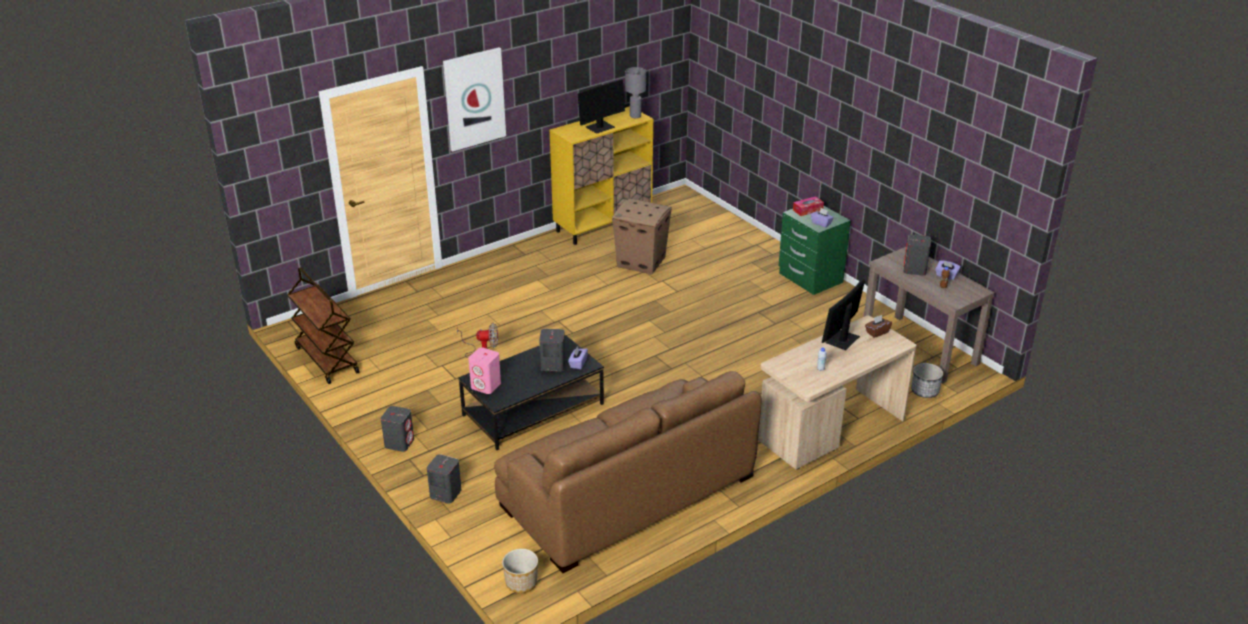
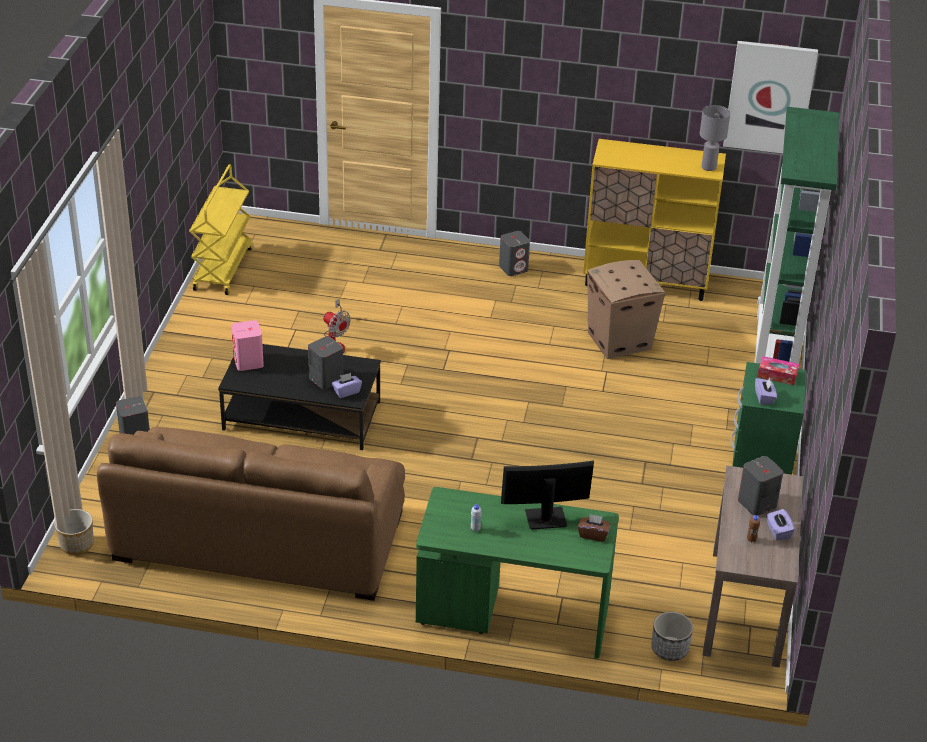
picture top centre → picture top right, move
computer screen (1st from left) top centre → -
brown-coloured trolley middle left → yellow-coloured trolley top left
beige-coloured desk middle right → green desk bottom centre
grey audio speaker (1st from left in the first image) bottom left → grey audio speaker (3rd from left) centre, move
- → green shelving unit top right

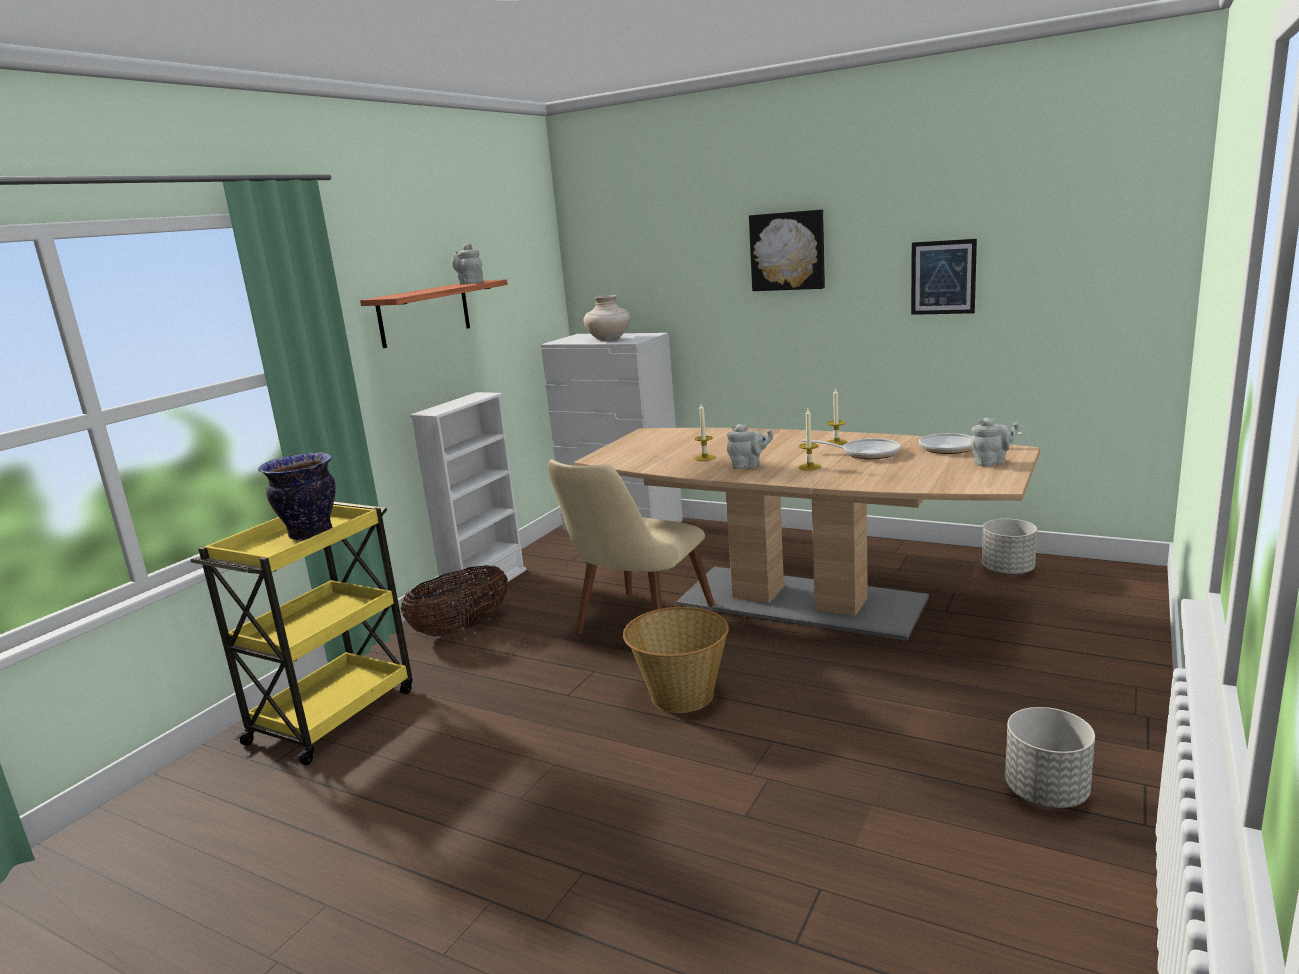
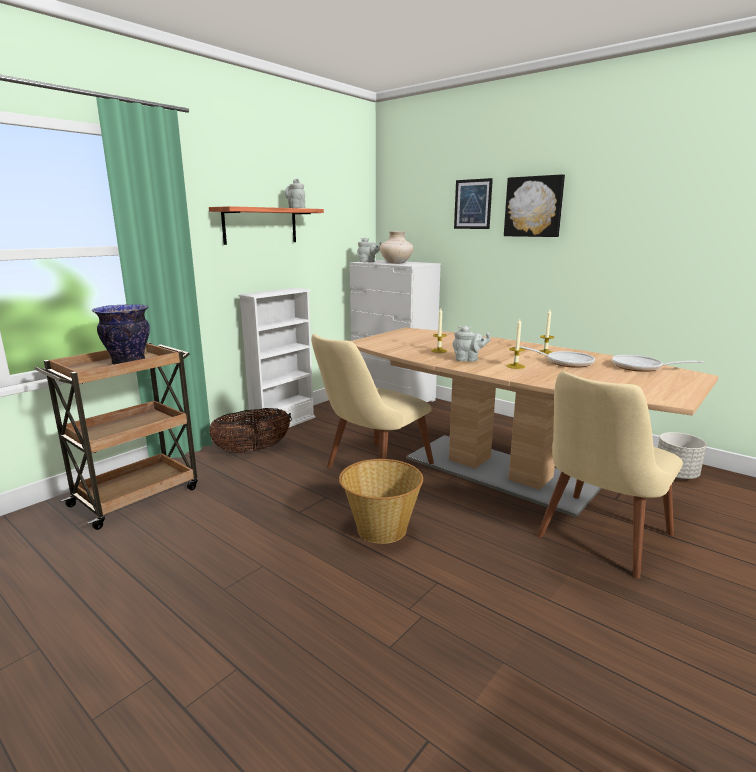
picture (2nd from left in the first image) top right → picture (1st from left) top centre, move
grey pot for tea (3rd from left in the first image) middle right → grey pot for tea (2nd from left) top centre, move
yellow-coloured trolley middle left → brown-coloured trolley middle left
grey planter (2nd from left) bottom right → -
- → beige-coloured chair (2nd from left) middle right

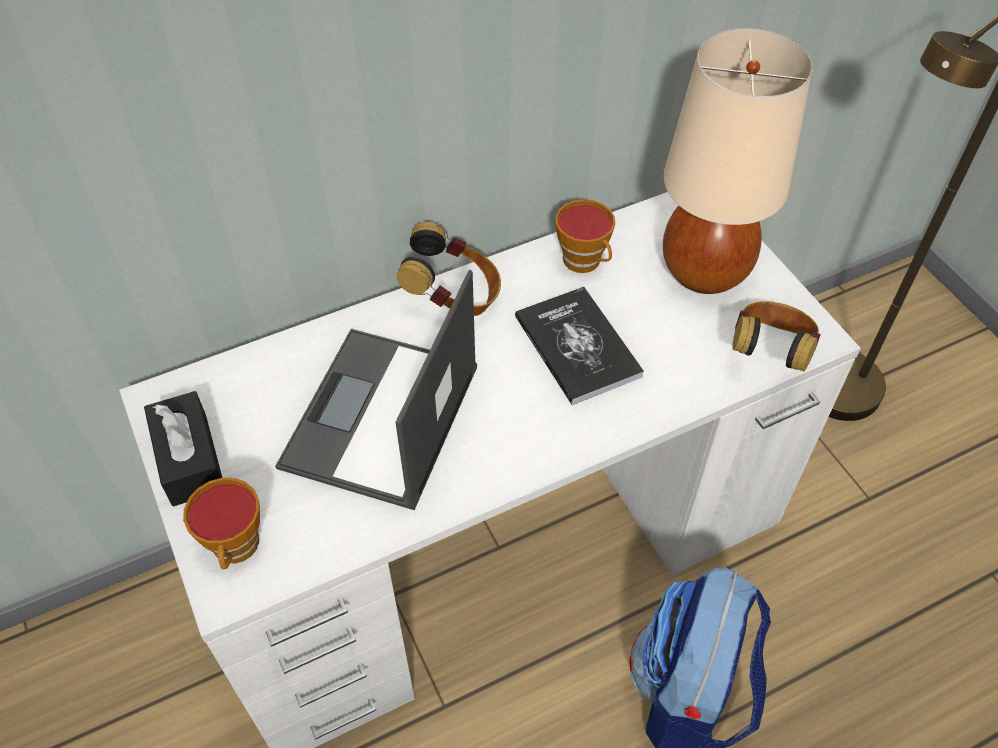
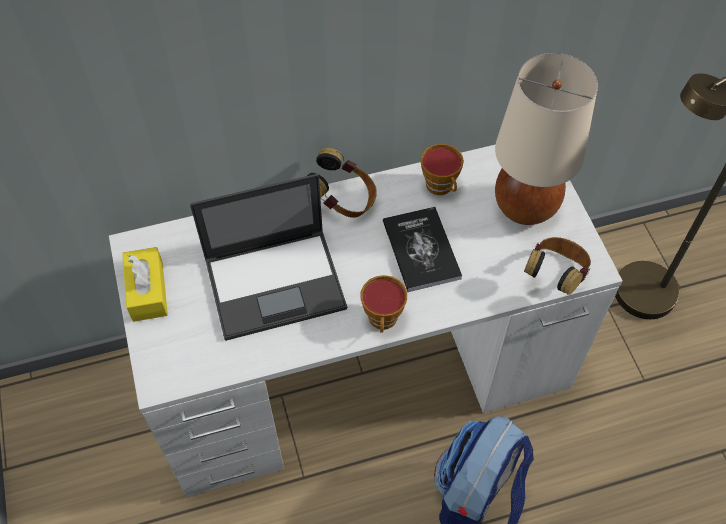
portable computer centre, 135 degrees counterclockwise
black-coloured tissue holder middle left → yellow-coloured tissue holder middle left
small cup (1st from left) bottom left → small cup (1st from left) centre, move

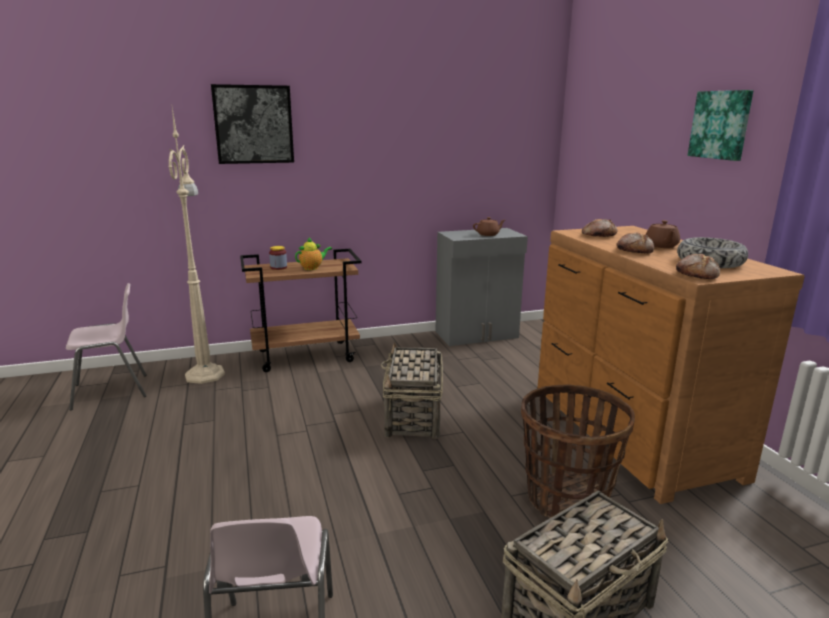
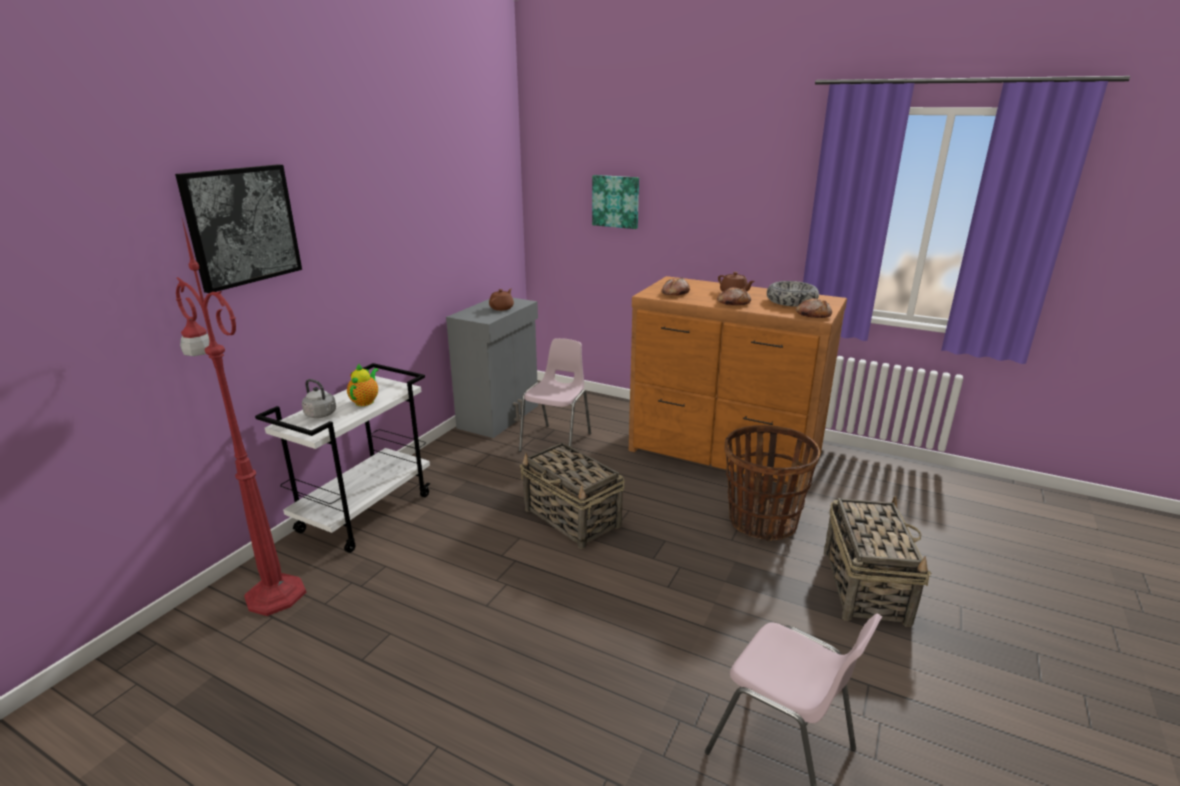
picture (2nd from left) top right → picture (2nd from left) top centre, move
beige-coloured standing lamp middle left → red standing lamp middle left
storage jar centre → grey kettle middle left
brown-coloured trolley centre → whitish trolley middle left
pinkish chair (1st from left) middle left → pinkish chair (1st from left) centre, move

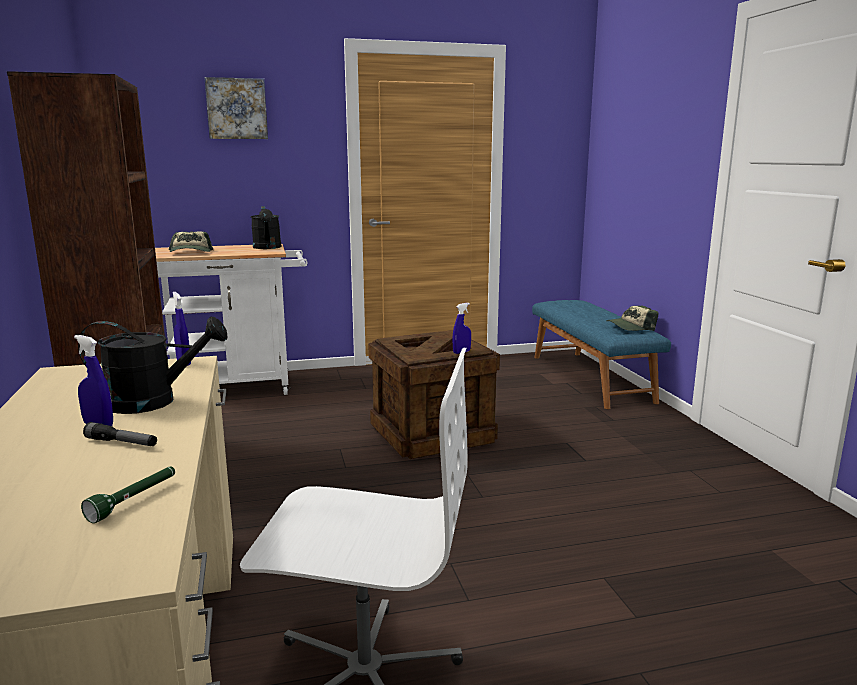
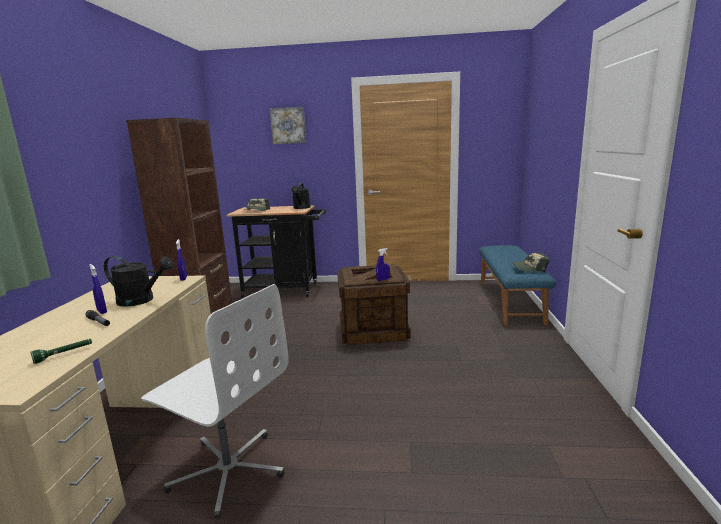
whitish trolley middle left → black-coloured trolley centre

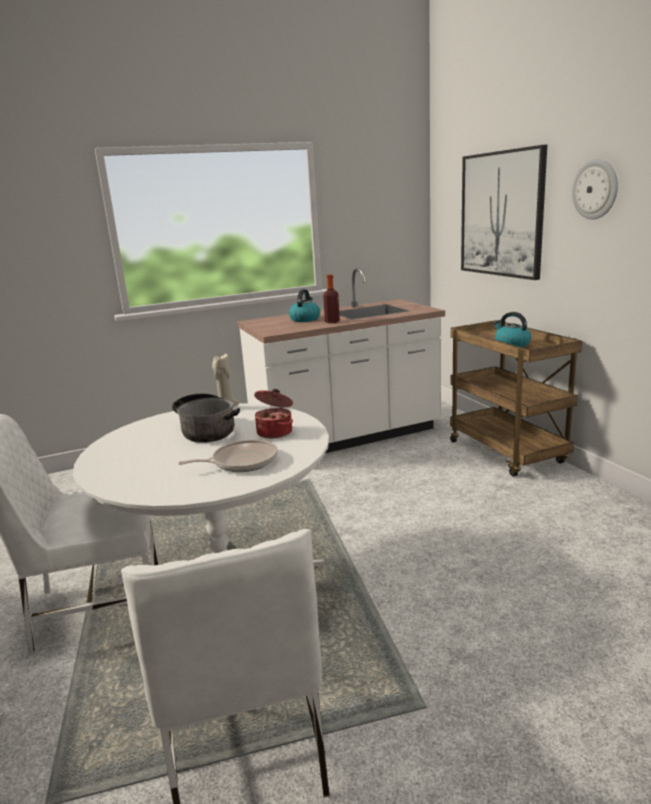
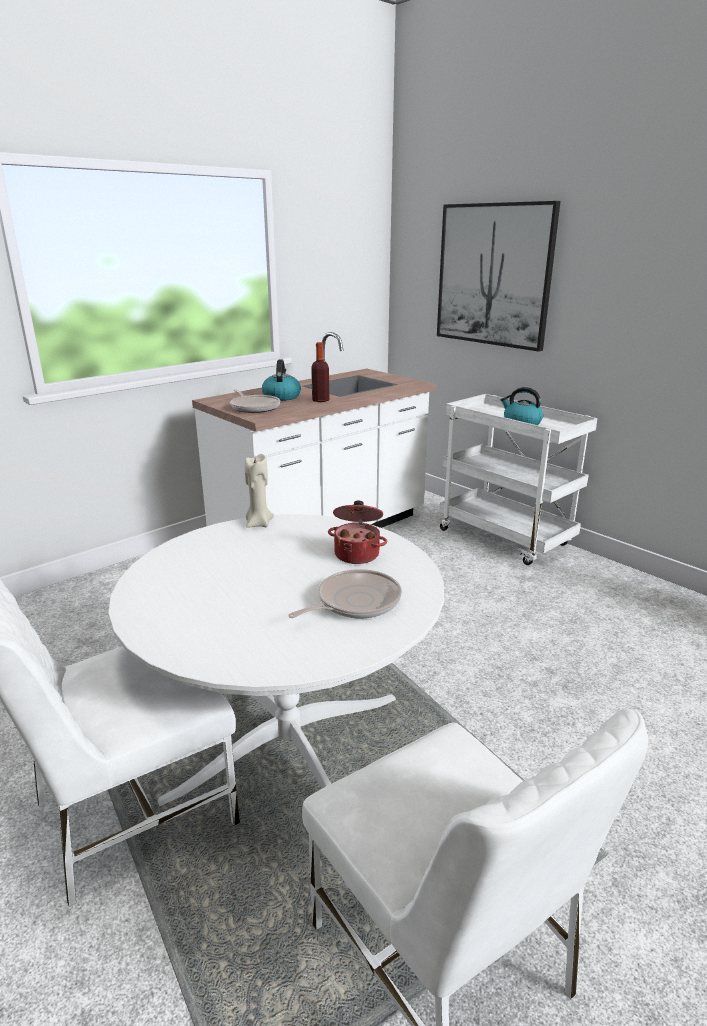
clock on the wall top right → -
brown-coloured trolley middle right → whitish trolley middle right
saucepot (1st from left) middle left → -
- → pan (1st from left) centre

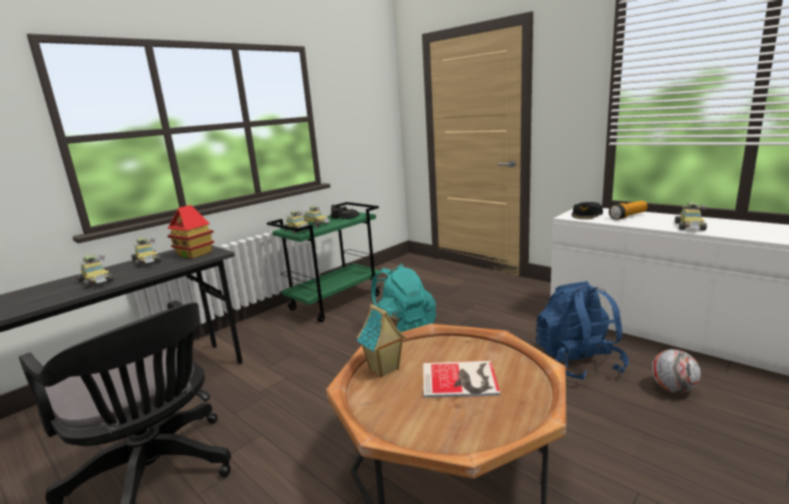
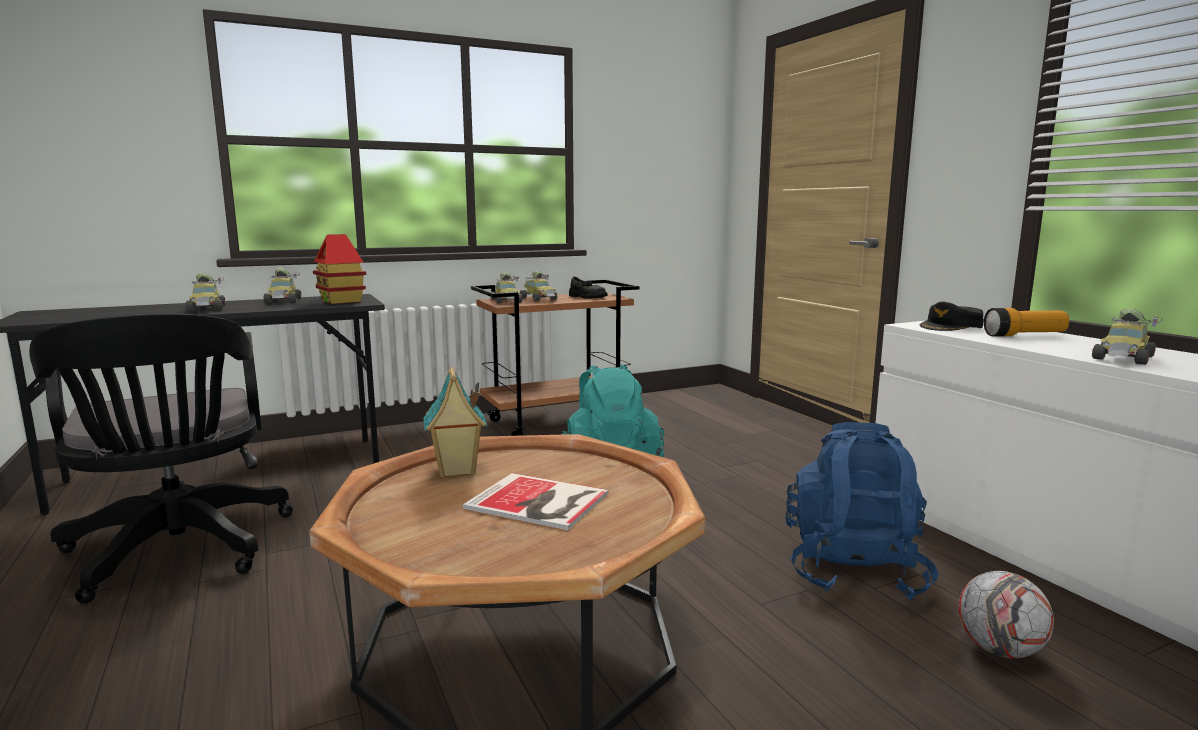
green trolley centre → brown-coloured trolley centre

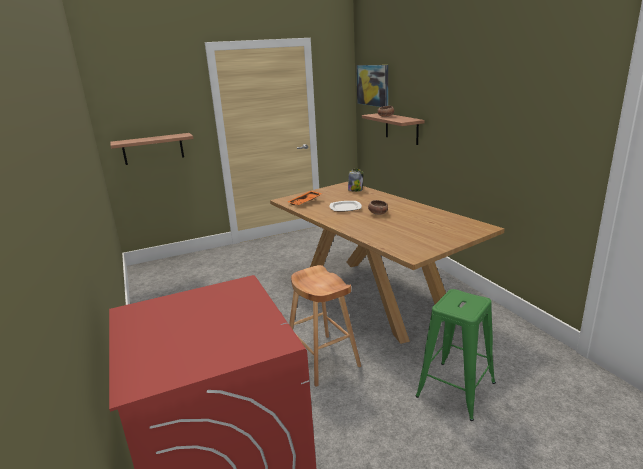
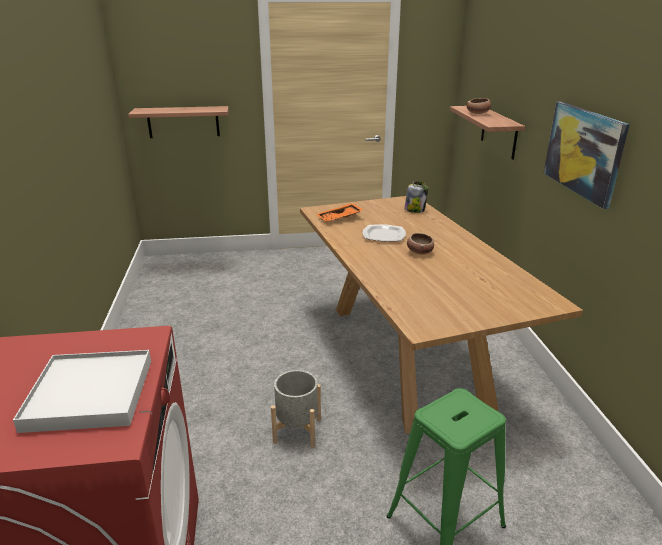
picture top centre → picture top right, move
brown-coloured stool seat bottom centre → grey planter bottom centre
- → whitish tray bottom left

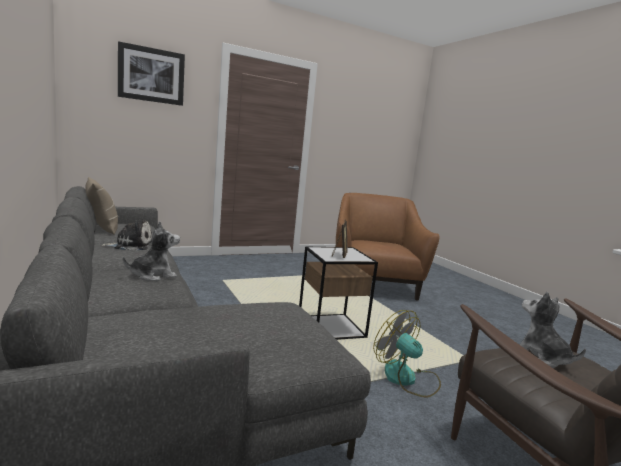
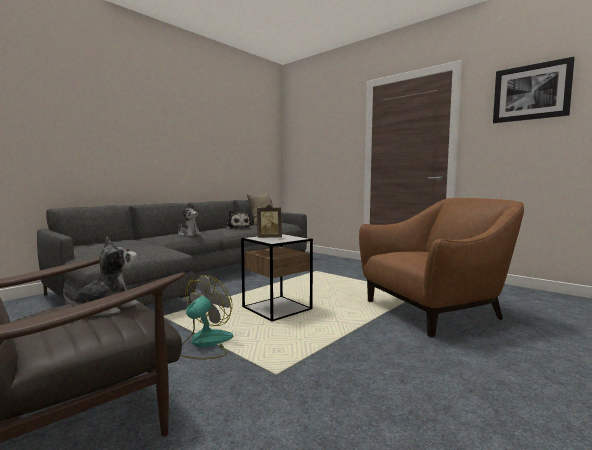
picture top left → picture top right, move

